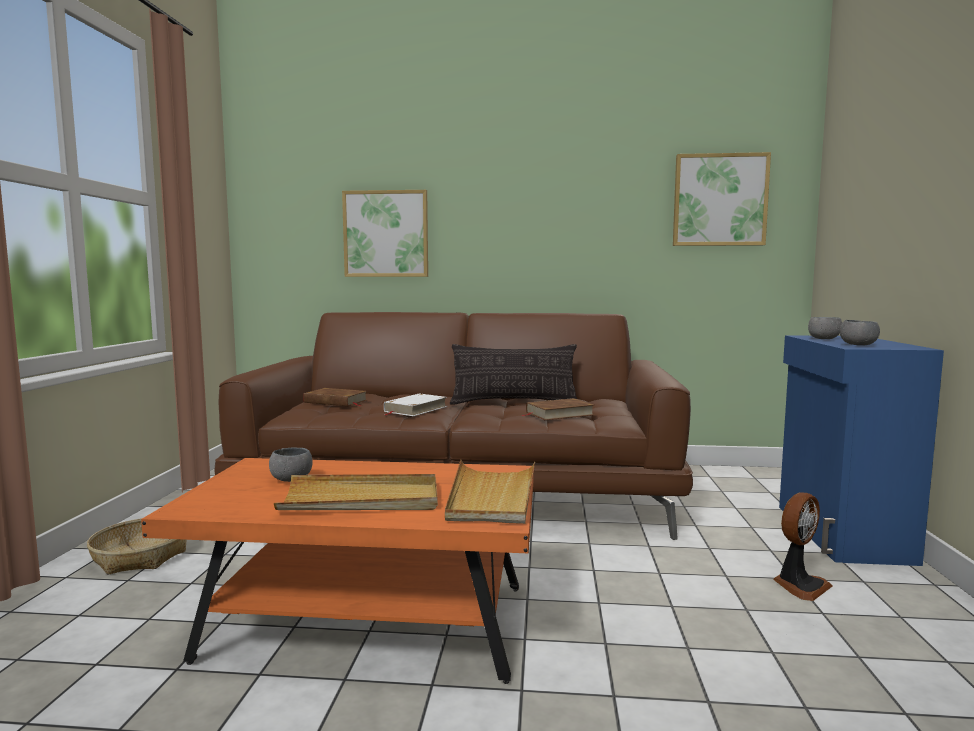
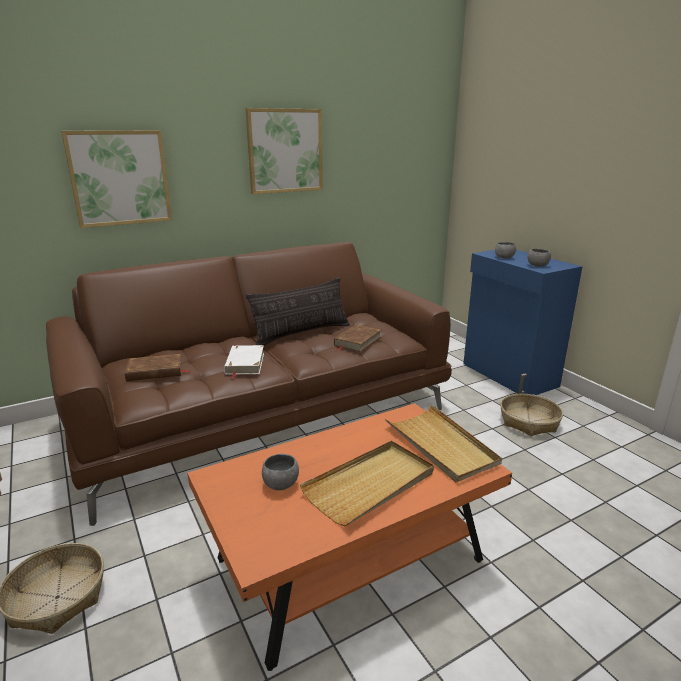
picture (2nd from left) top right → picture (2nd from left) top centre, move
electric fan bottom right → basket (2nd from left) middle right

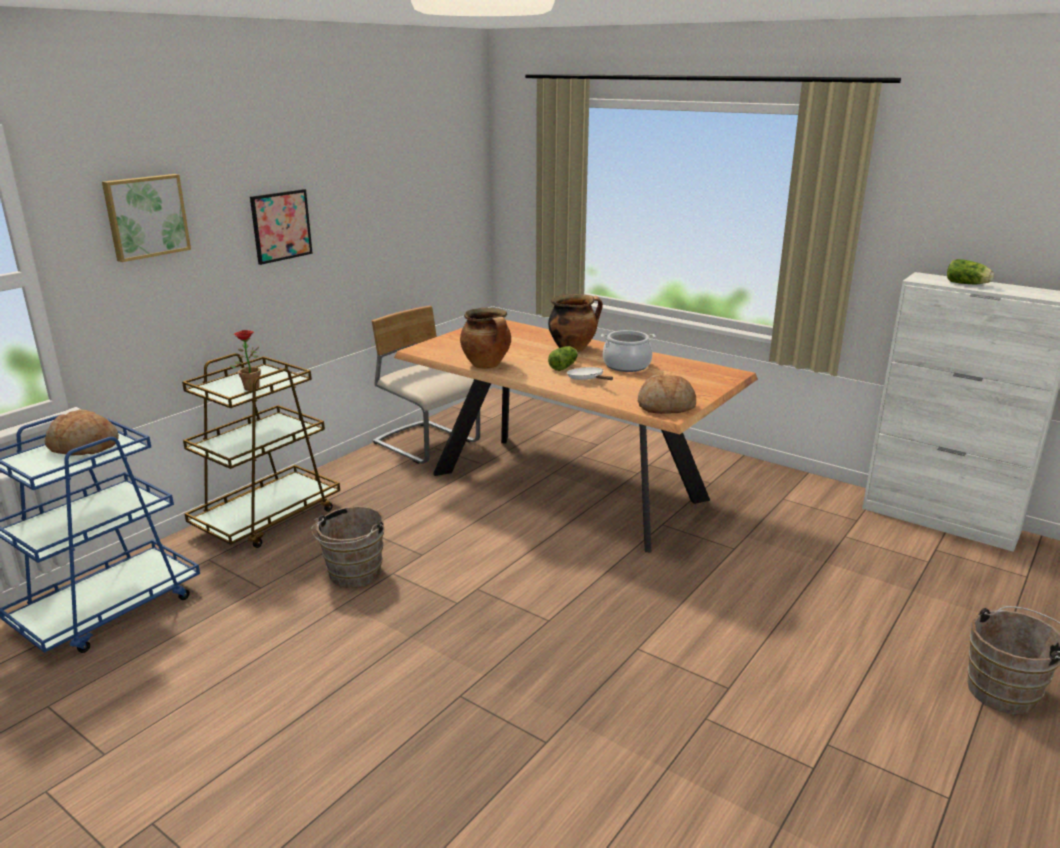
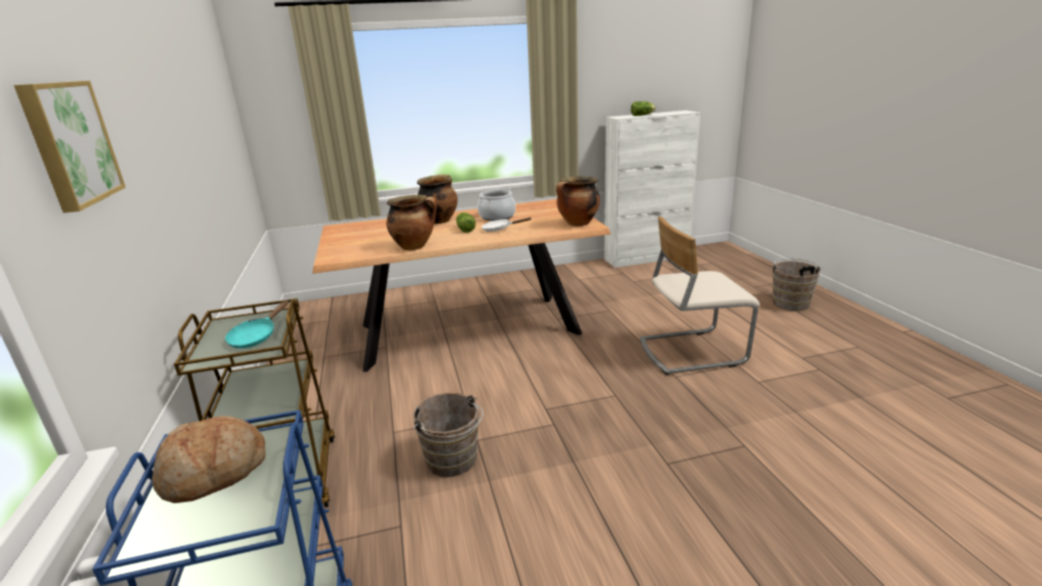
picture (2nd from left) top left → -
beige-coloured chair centre → beige-coloured chair middle right, move
potted plant middle left → turquoise-coloured pan middle left
bakery bread (2nd from left) centre → saucepot (4th from left) centre

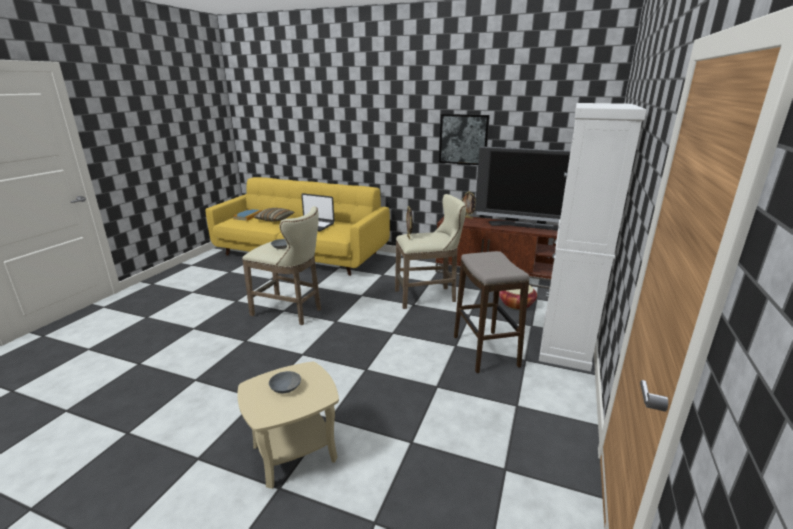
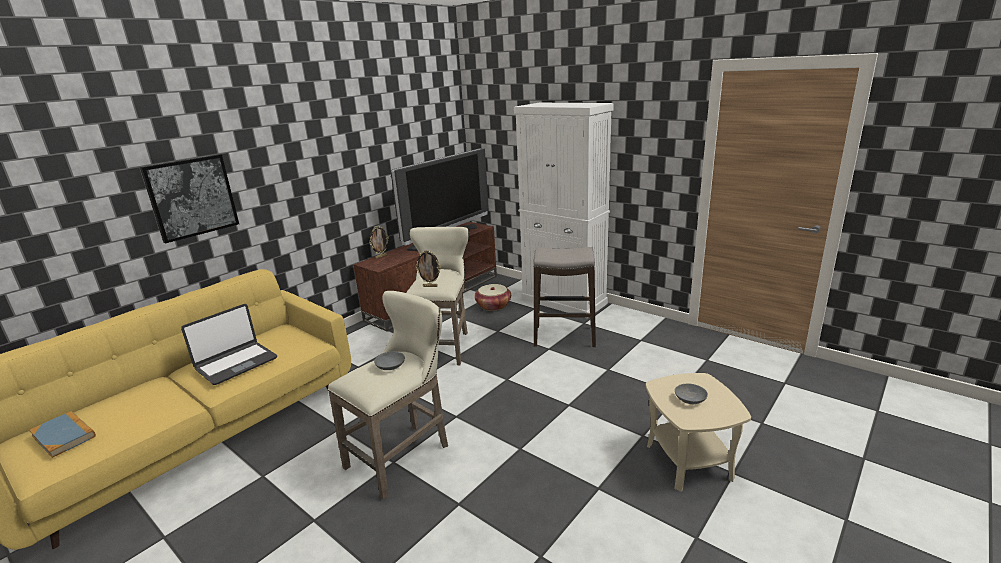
picture top centre → picture middle left, move
cushion centre → -

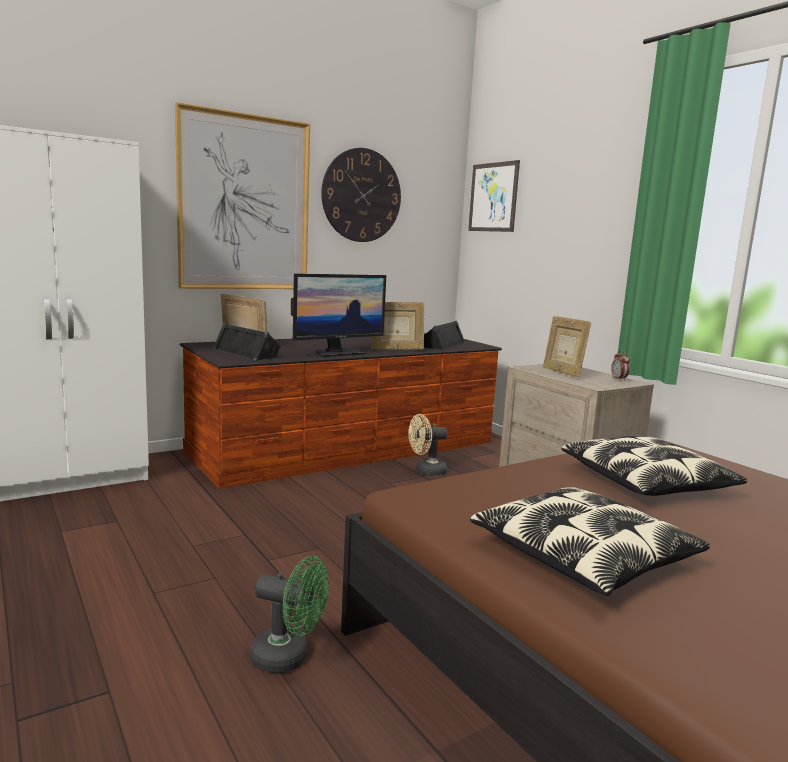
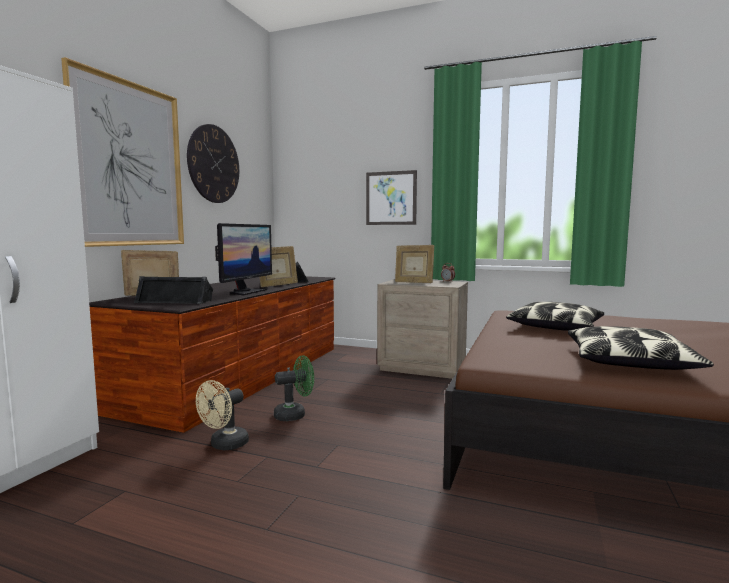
picture (2nd from left) top centre → picture (2nd from left) centre, move
beige-coloured electric fan centre → beige-coloured electric fan bottom left, move
green electric fan bottom centre → green electric fan centre, move

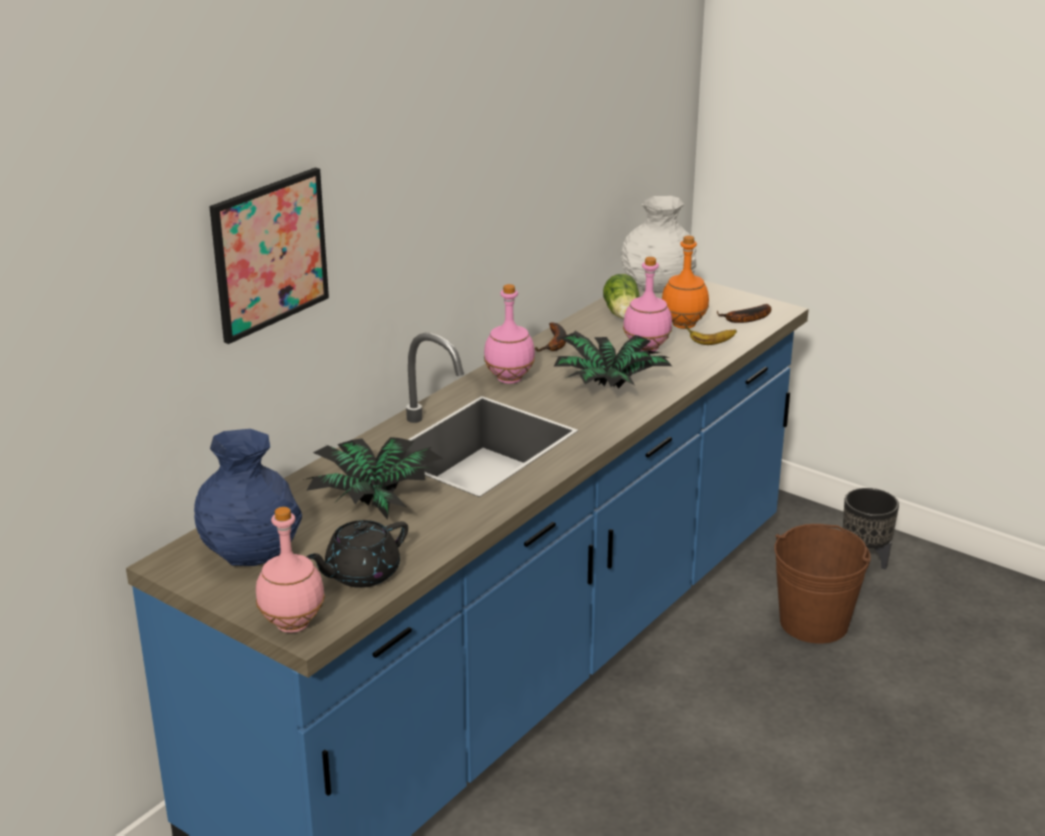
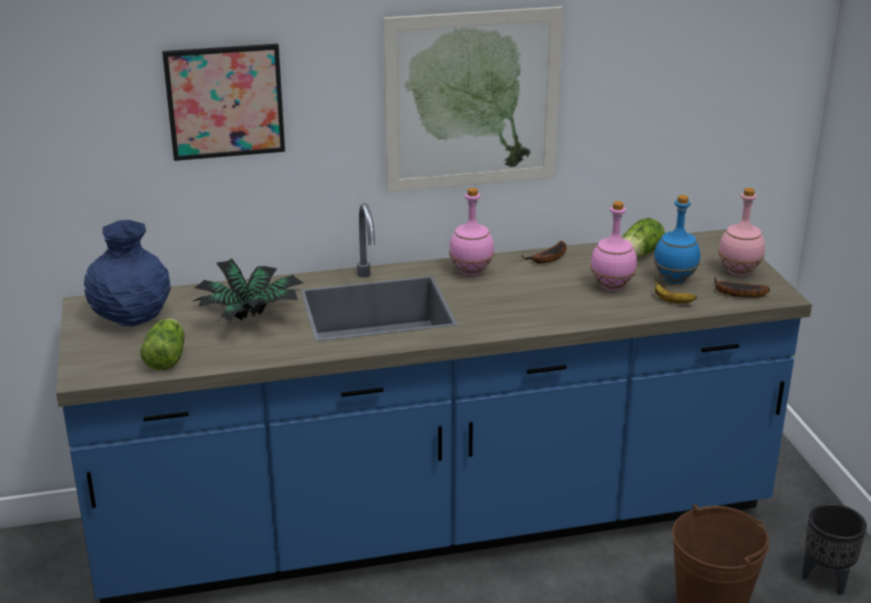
whitish decorative vase top centre → -
orange-coloured beverage bottle centre → bluish beverage bottle middle right
potted plant (2nd from left) centre → -
pinkish beverage bottle (1st from left in the first image) bottom left → pinkish beverage bottle (3rd from left) middle right, move
black-coloured pot for tea centre → head of lettuce (1st from left) middle left
- → picture (2nd from left) top centre

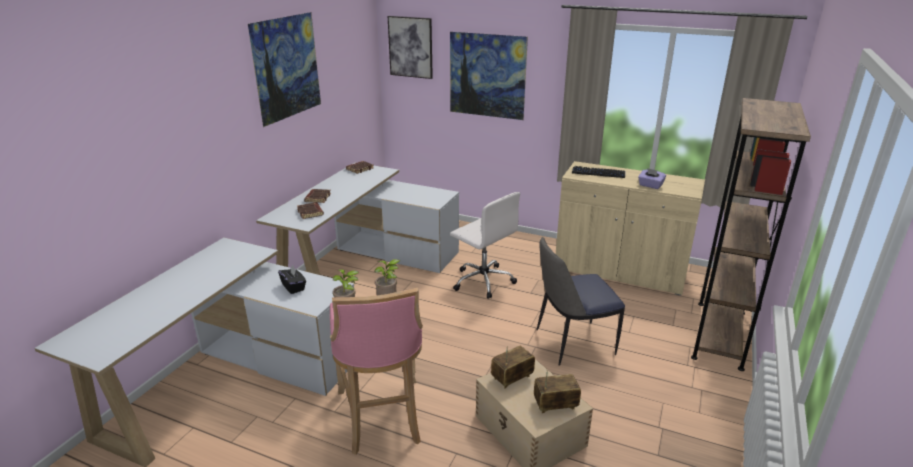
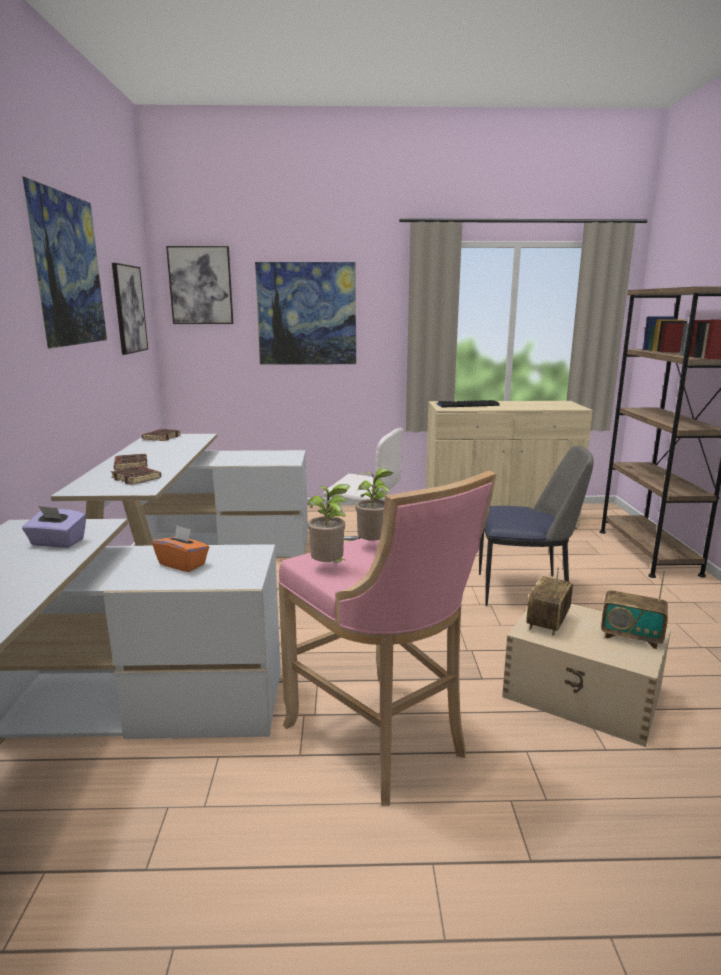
purple-coloured tissue holder middle right → purple-coloured tissue holder middle left, move
chair centre → chair middle right, 135 degrees counterclockwise
black-coloured tissue holder middle left → orange-coloured tissue holder middle left
radio receiver (2nd from left) bottom centre → radio receiver (2nd from left) middle right, 120 degrees counterclockwise
- → picture (2nd from left) top left

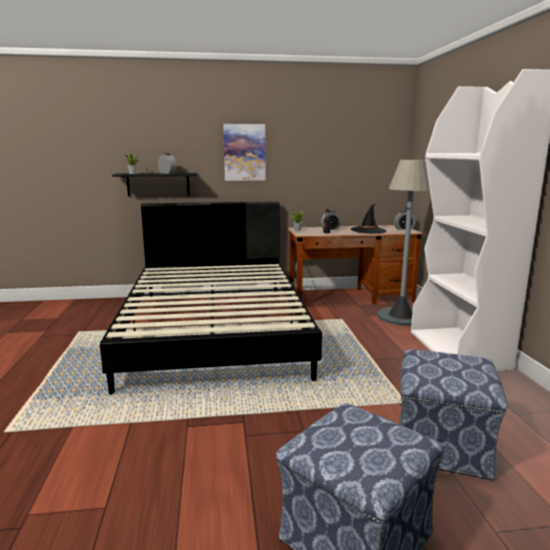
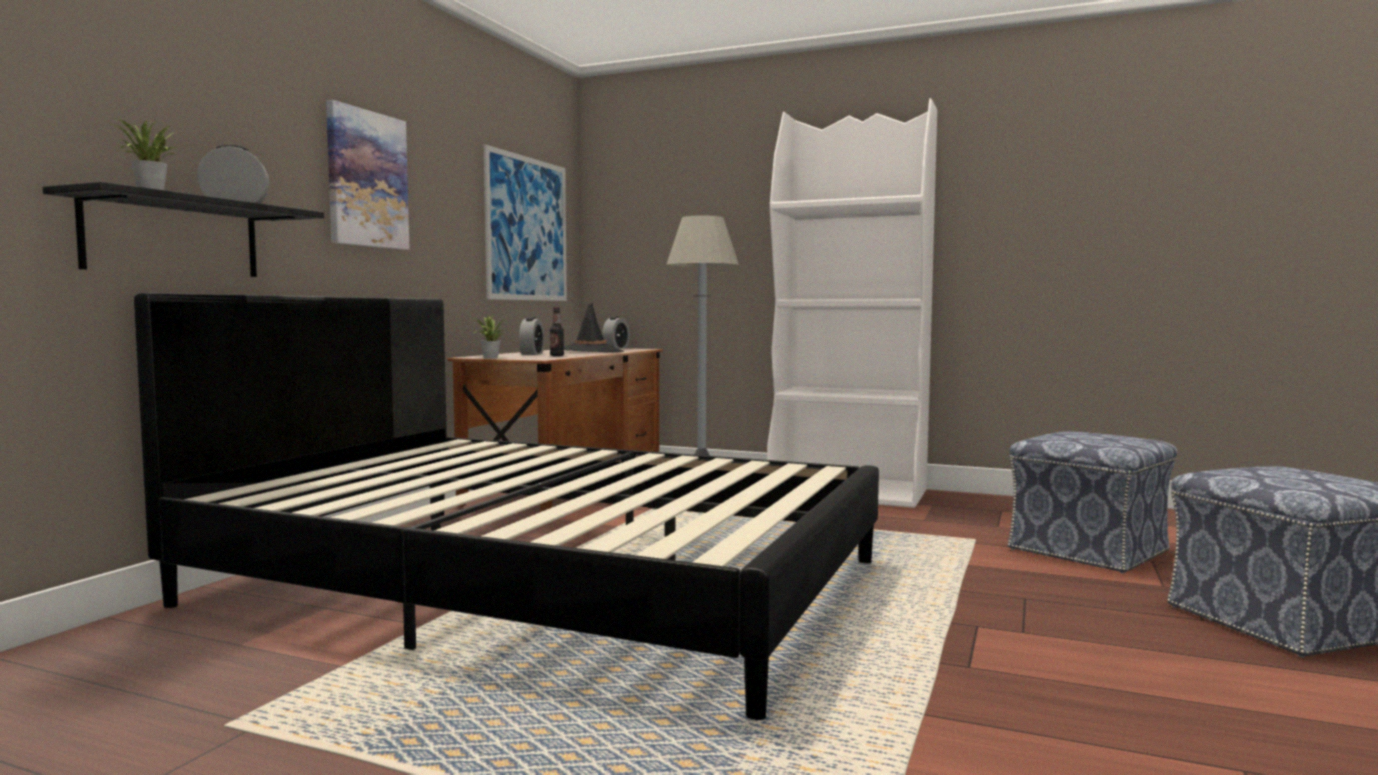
- → picture (2nd from left) top centre

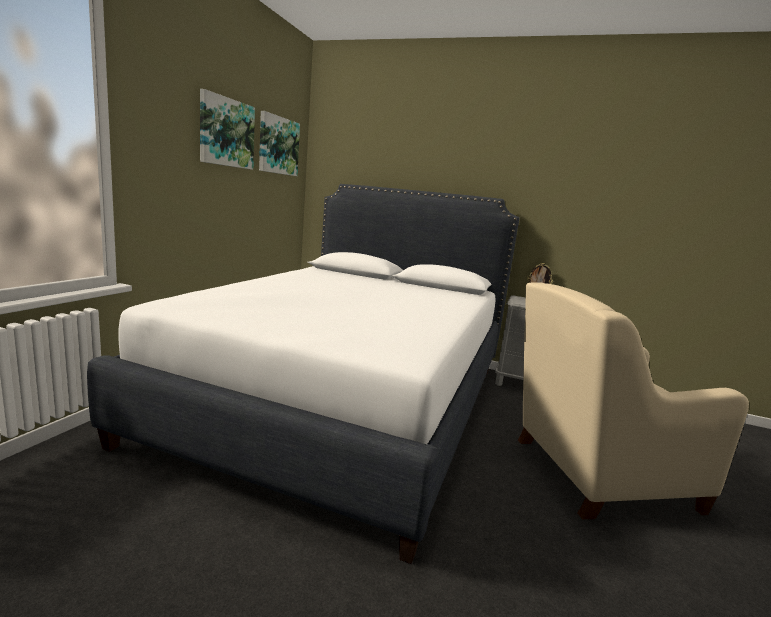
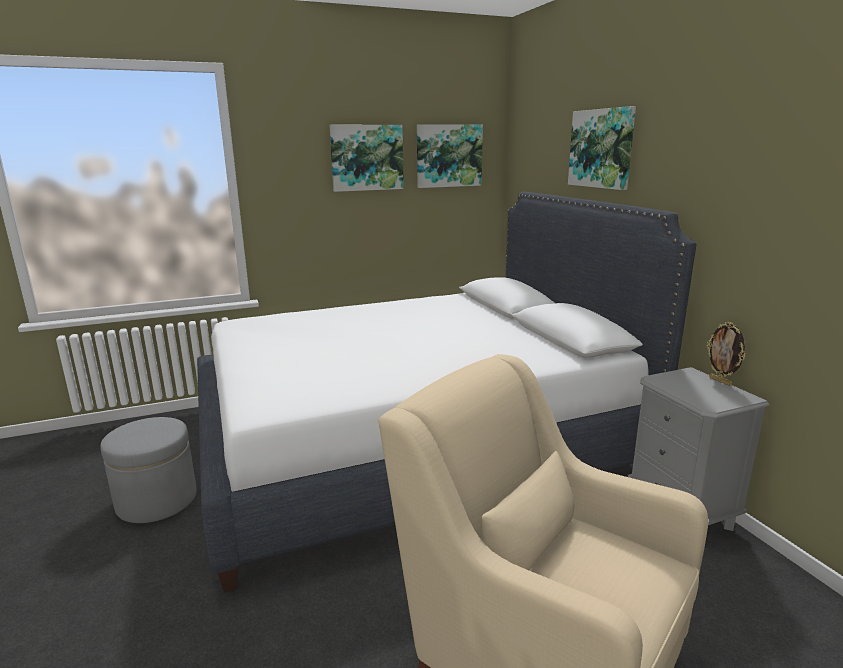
- → picture (3rd from left) top right
- → grey footrest bottom left

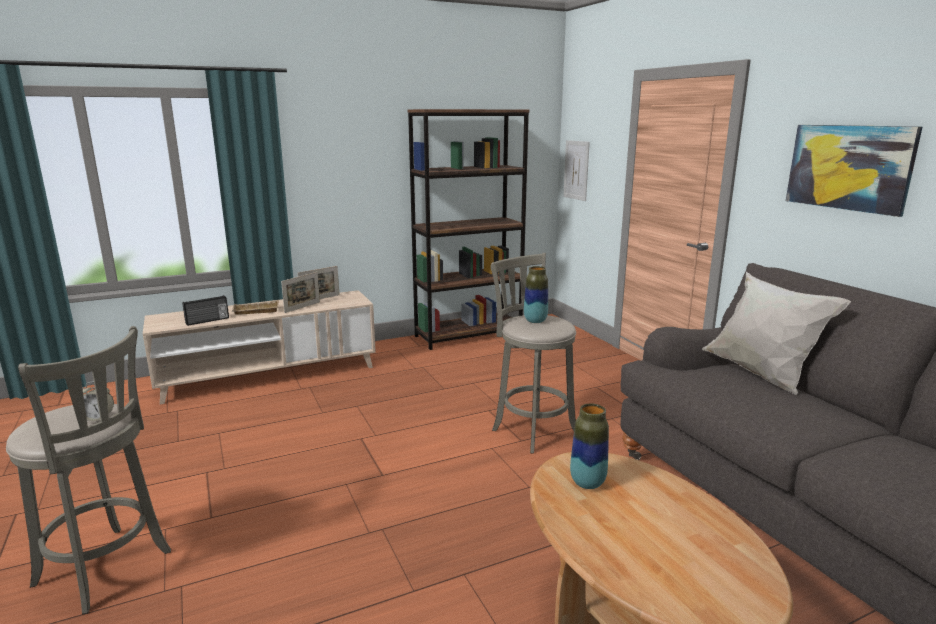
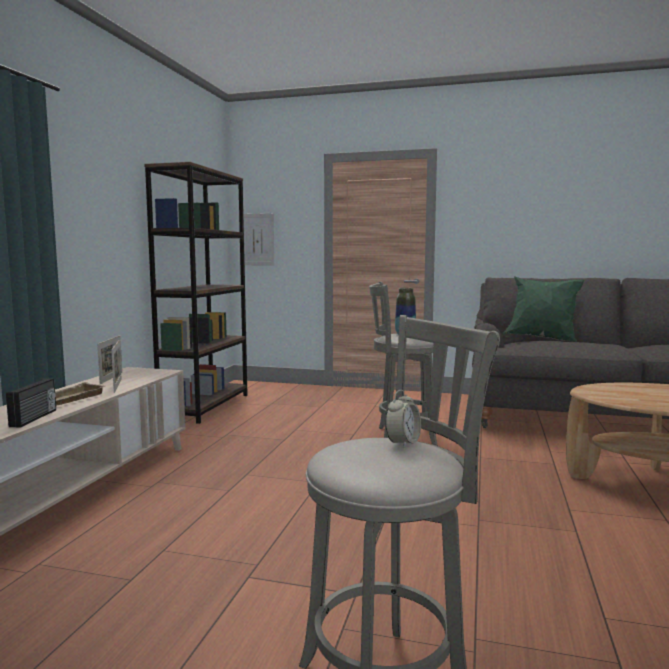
picture (2nd from left) top right → -
whitish cushion middle right → green cushion middle right
decorative vase (2nd from left) bottom centre → -

